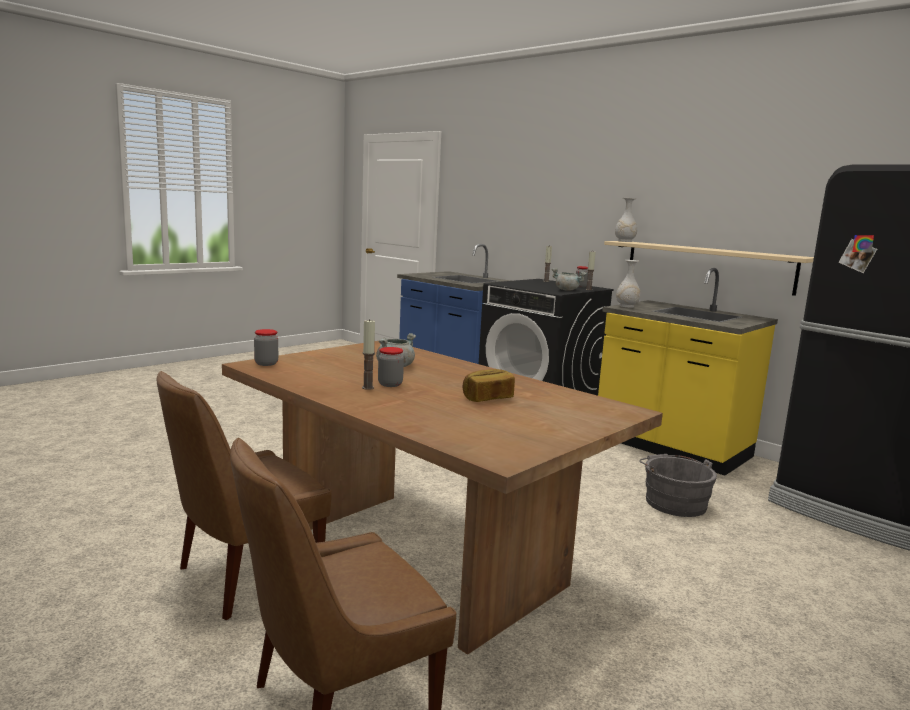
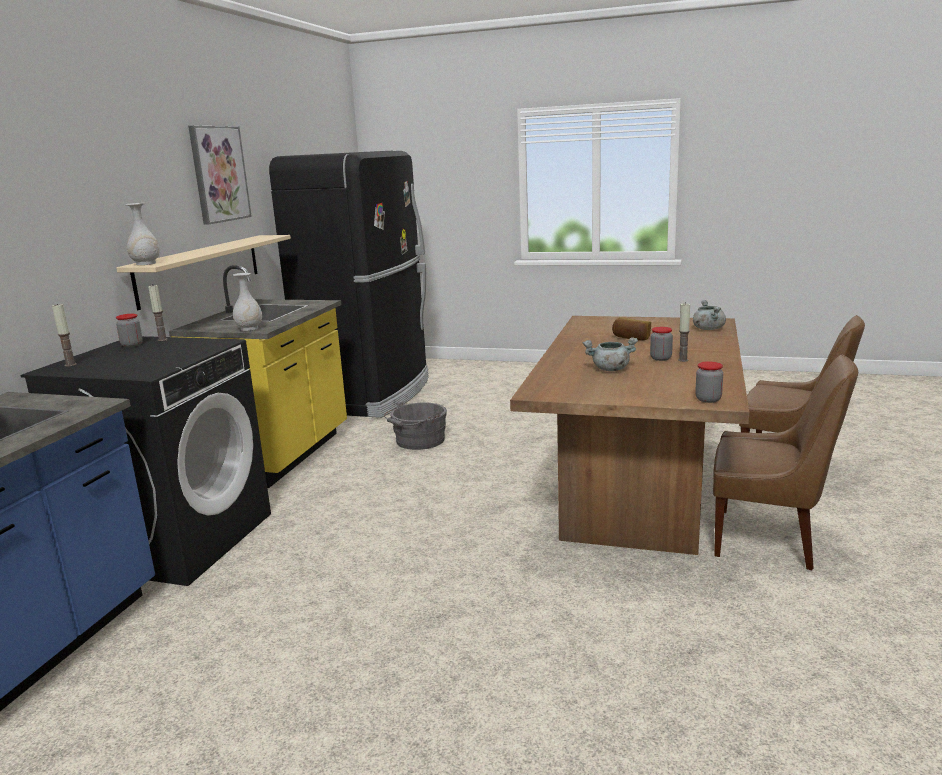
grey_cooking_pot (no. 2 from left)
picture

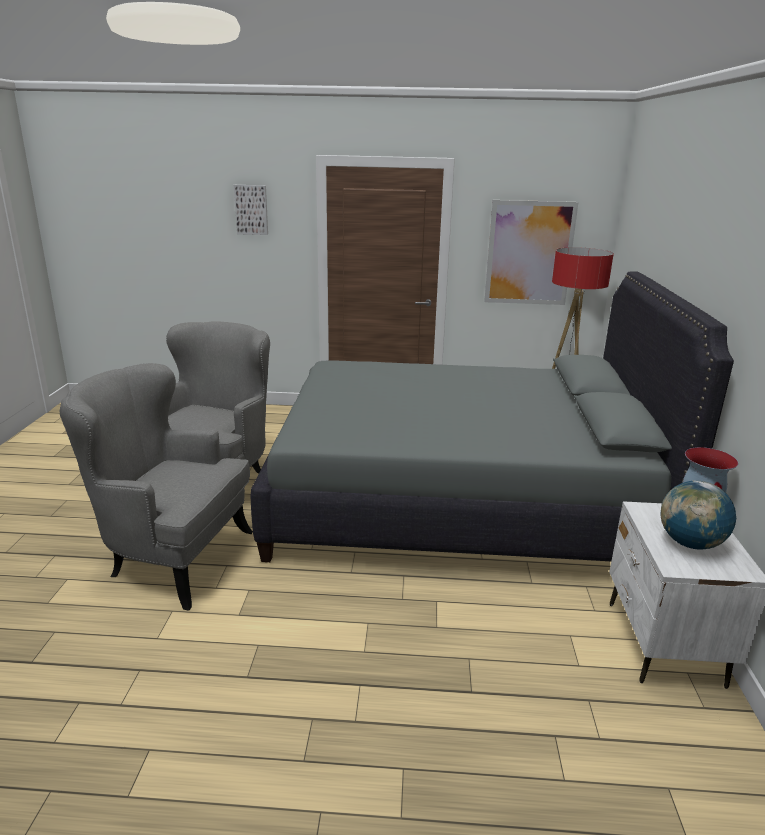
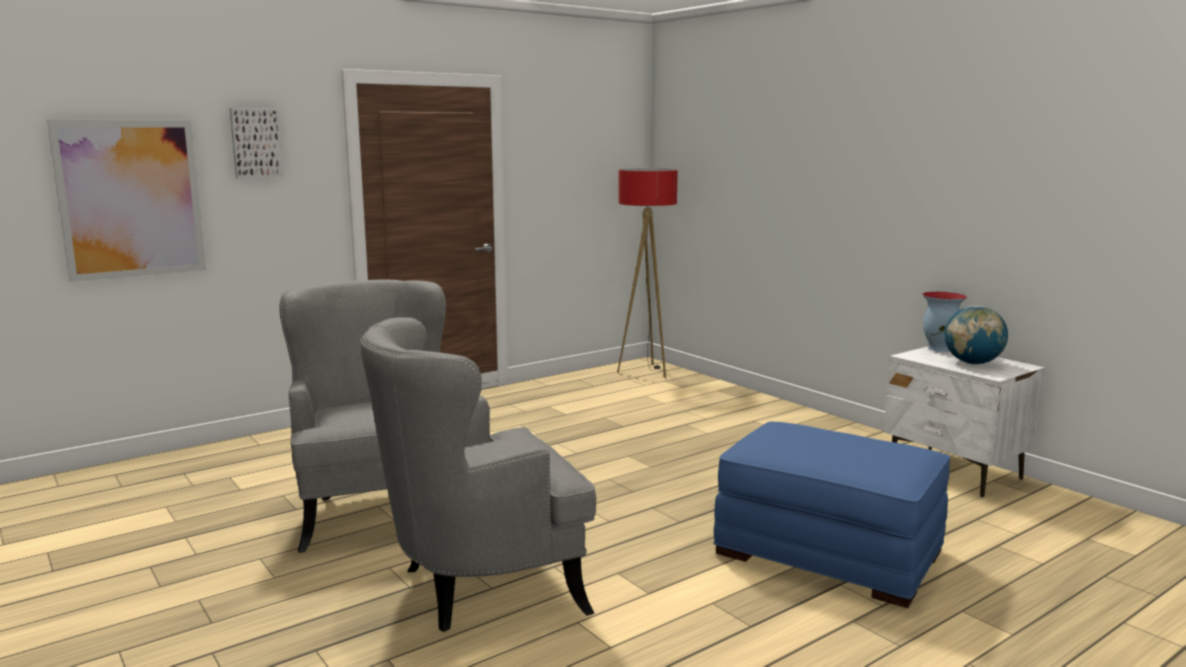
picture (no. 1 from left)
grey_bed
blue_ottoman

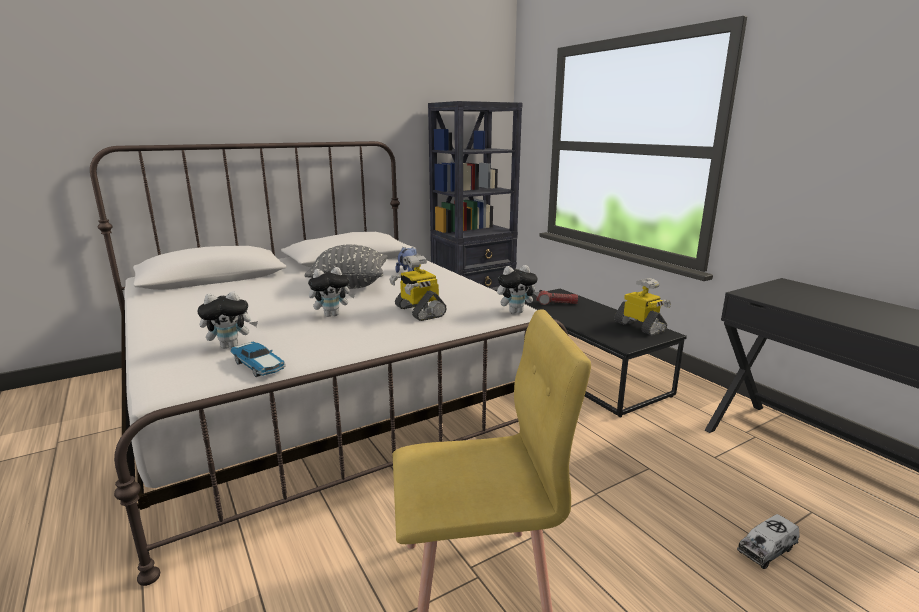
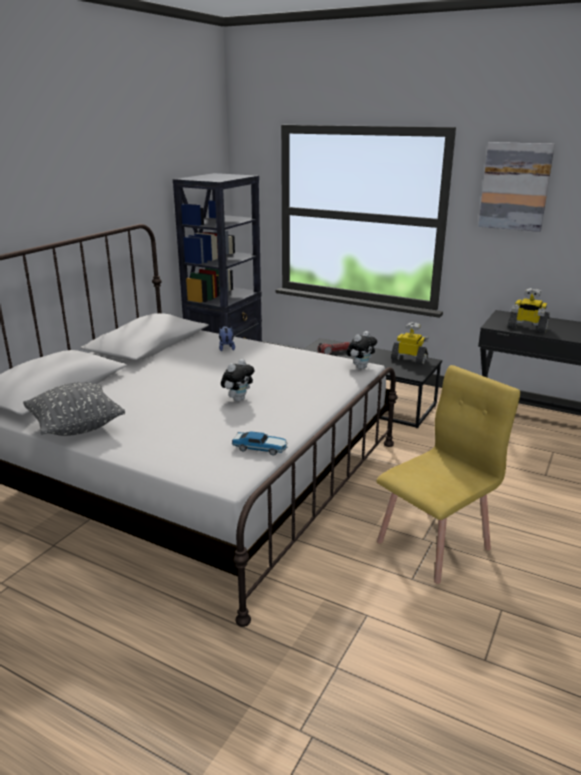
grey_pillow
toy_robot (no. 2 from left)
plush_toy (no. 1 from left in the first image)
toy_truck
picture

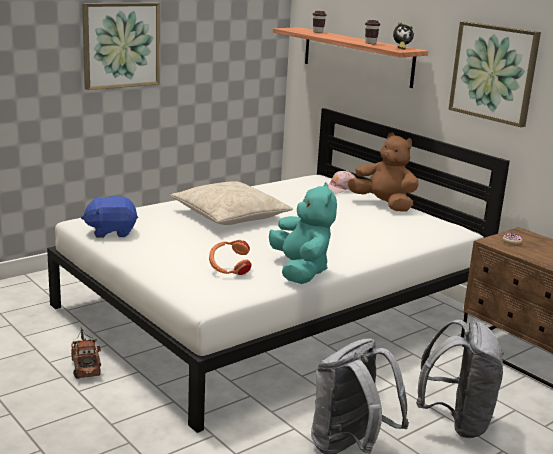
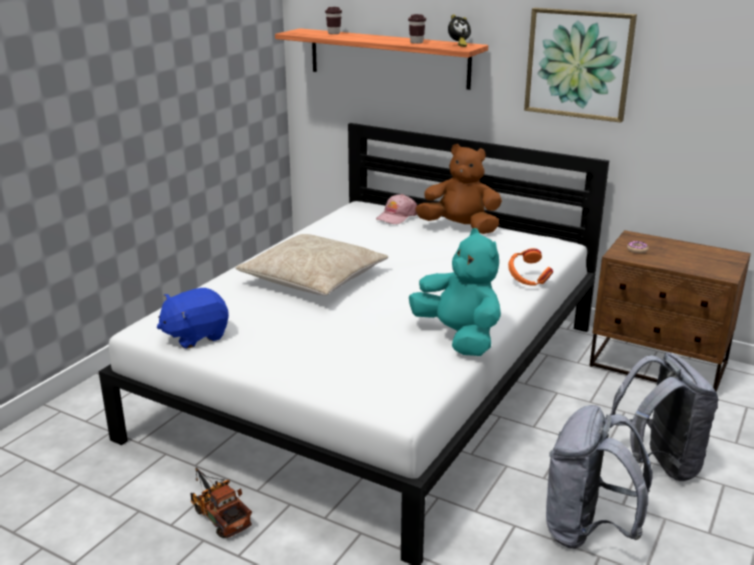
picture (no. 1 from left in the first image)
orange_headphones

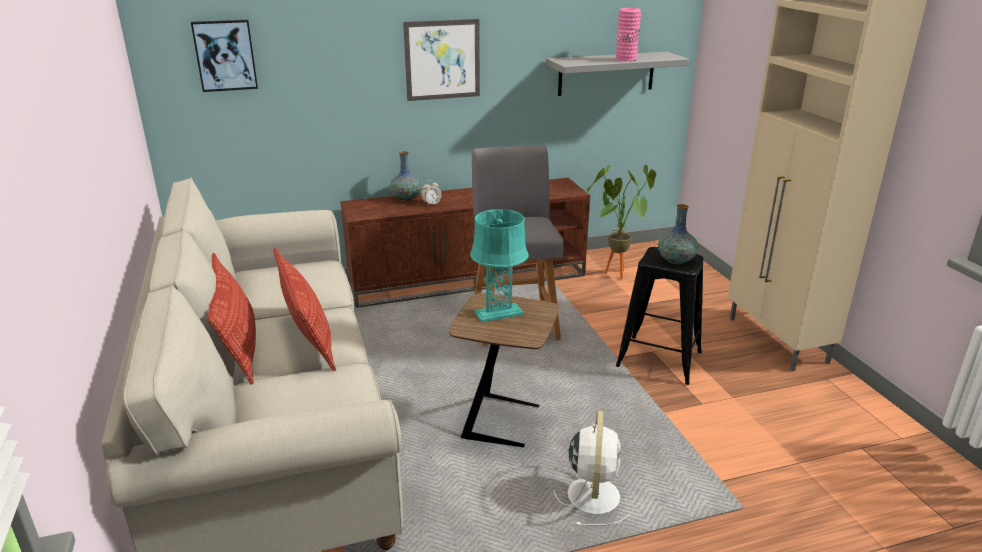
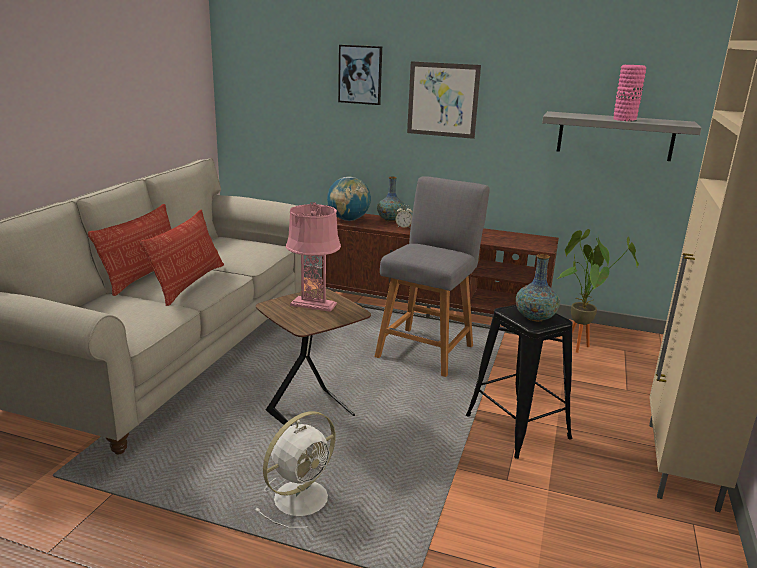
picture (no. 1 from left)
pink_table_lamp
globe

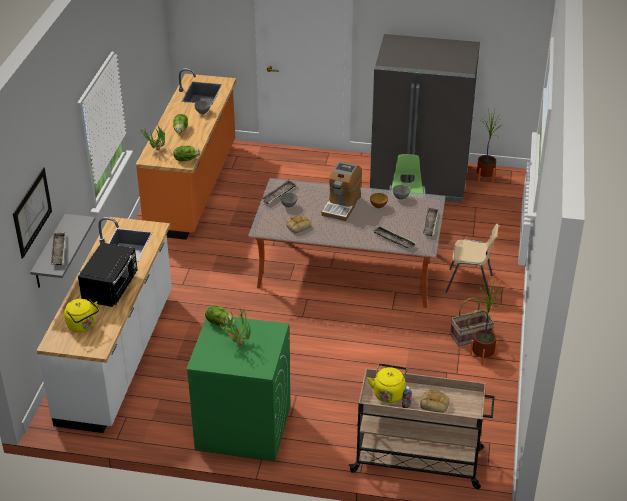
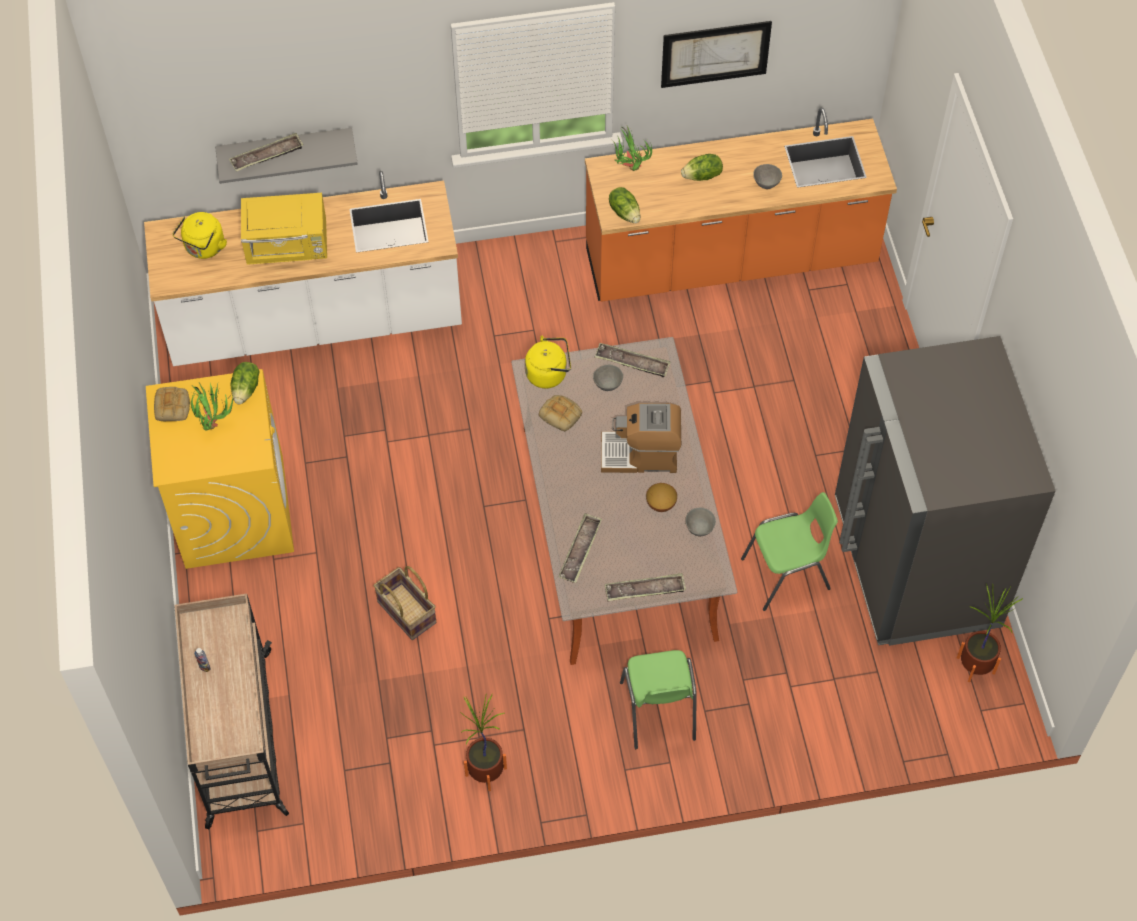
picture
green_chair (no. 1 from left)
yellow_microwave
basket
yellow_washing_machine
yellow_kettle (no. 2 from left)
bread (no. 1 from left)

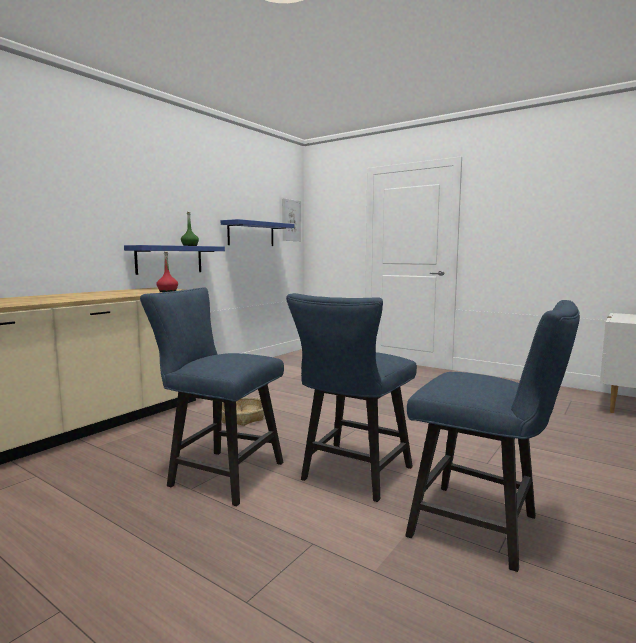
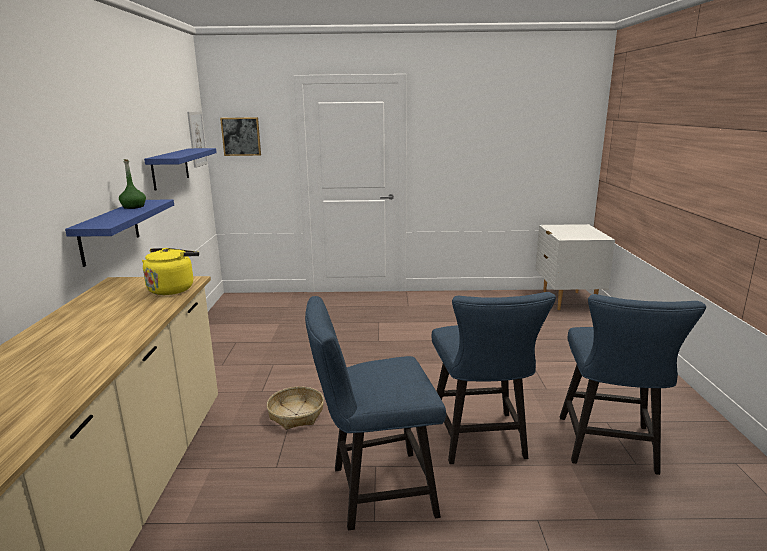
yellow_kettle
blue_chair (no. 3 from left)
picture (no. 2 from left)

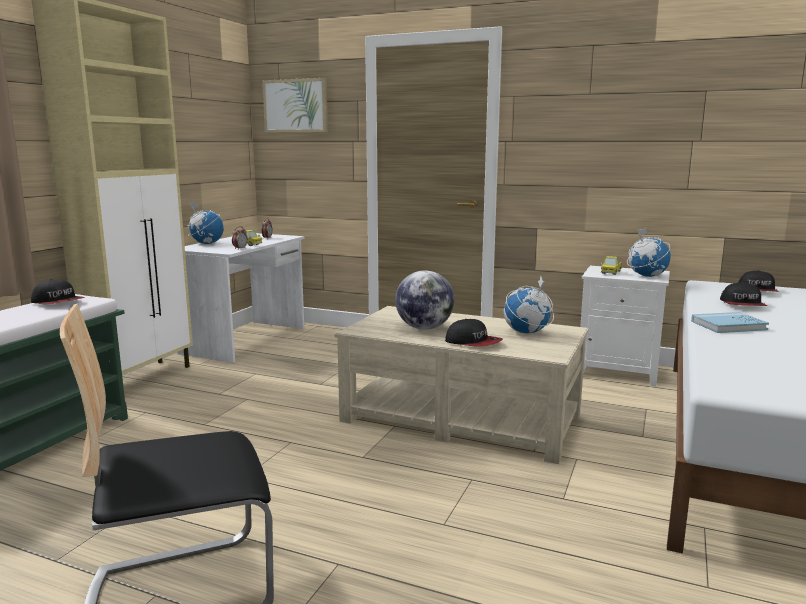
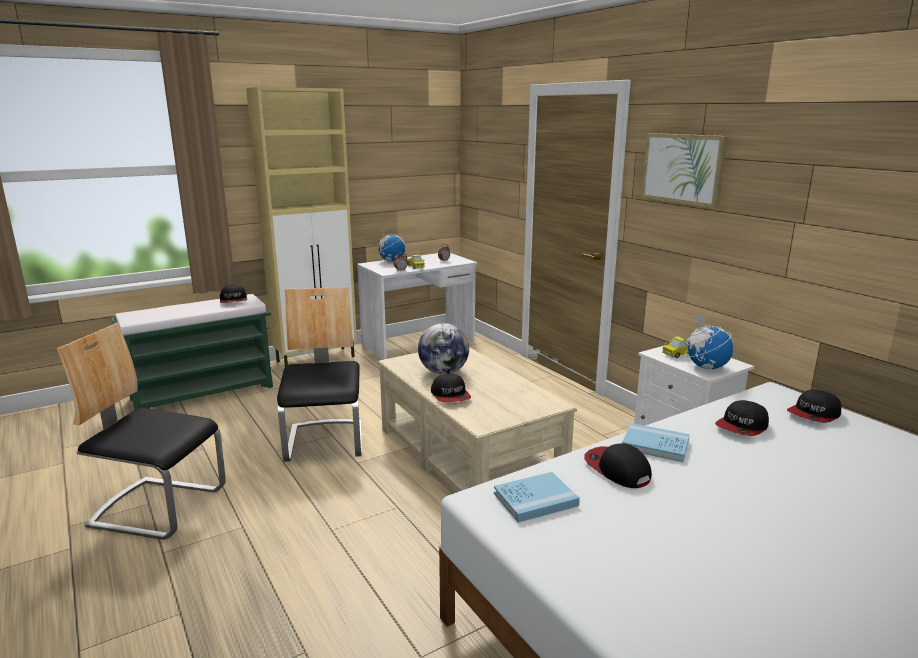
picture
globe (no. 3 from left in the first image)
chair (no. 2 from left)
cap (no. 3 from left)
blue_book (no. 1 from left)

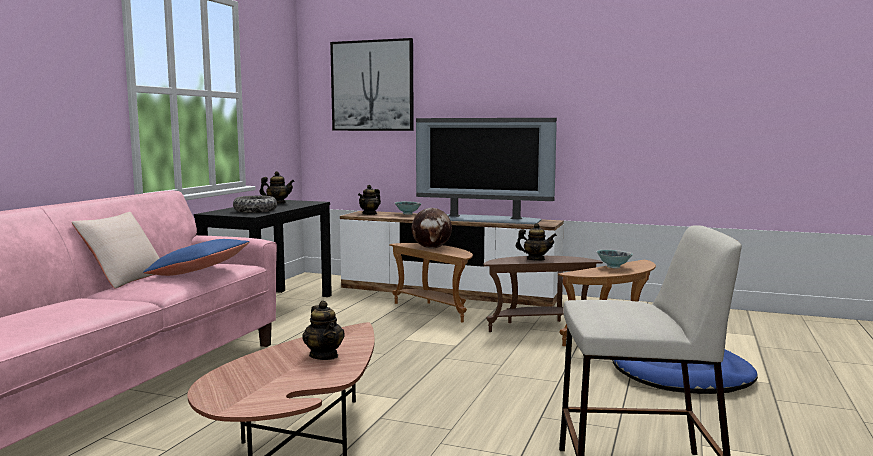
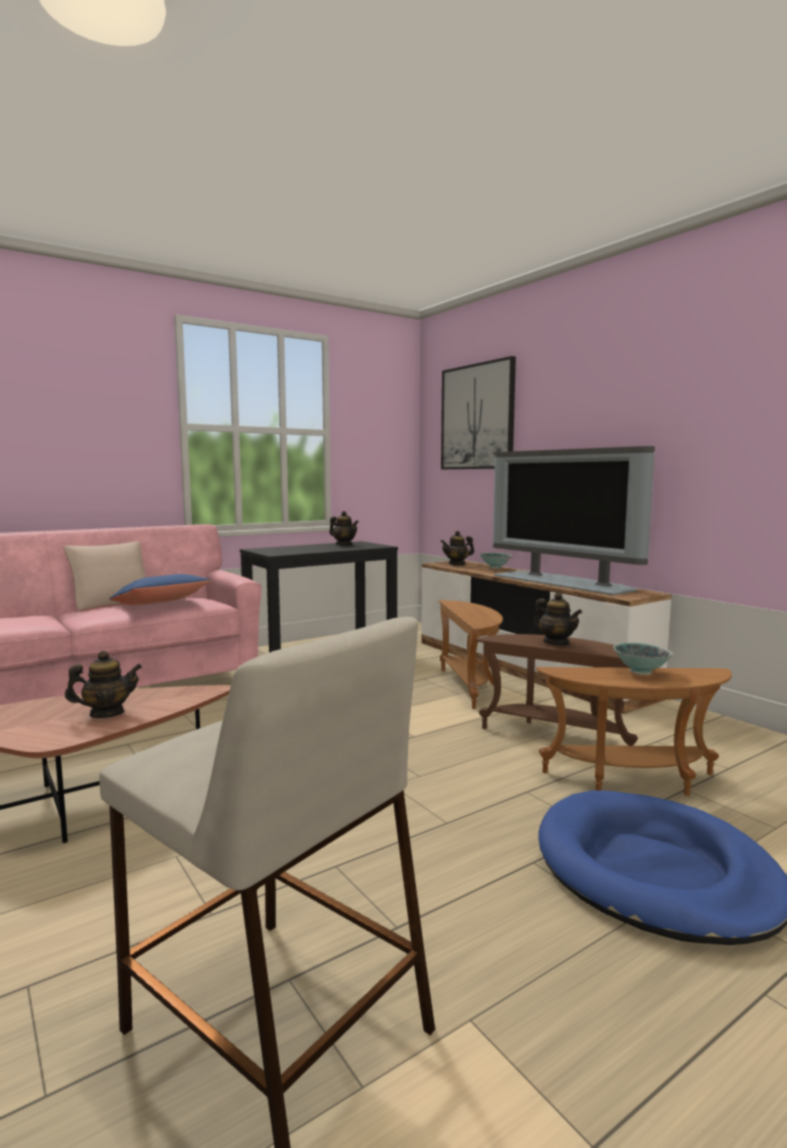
bowl (no. 1 from left in the first image)
globe
teapot (no. 1 from left)

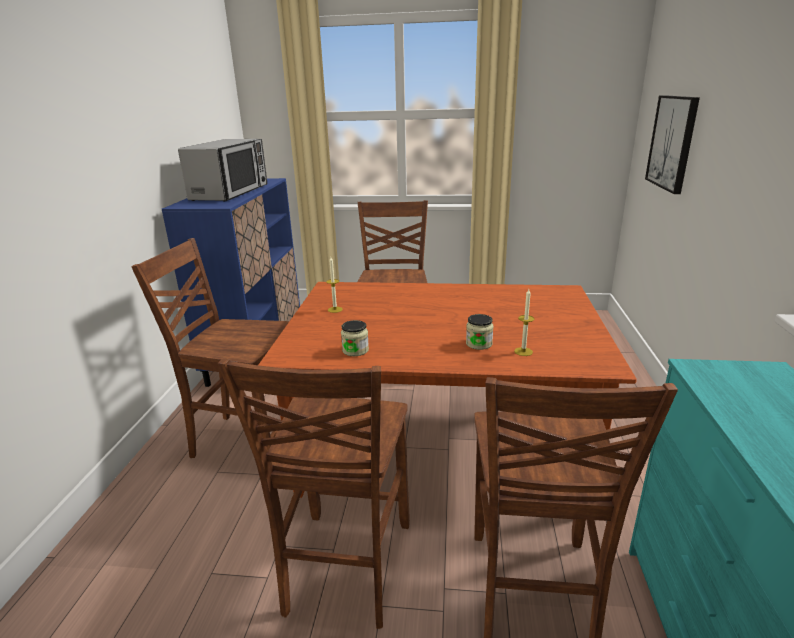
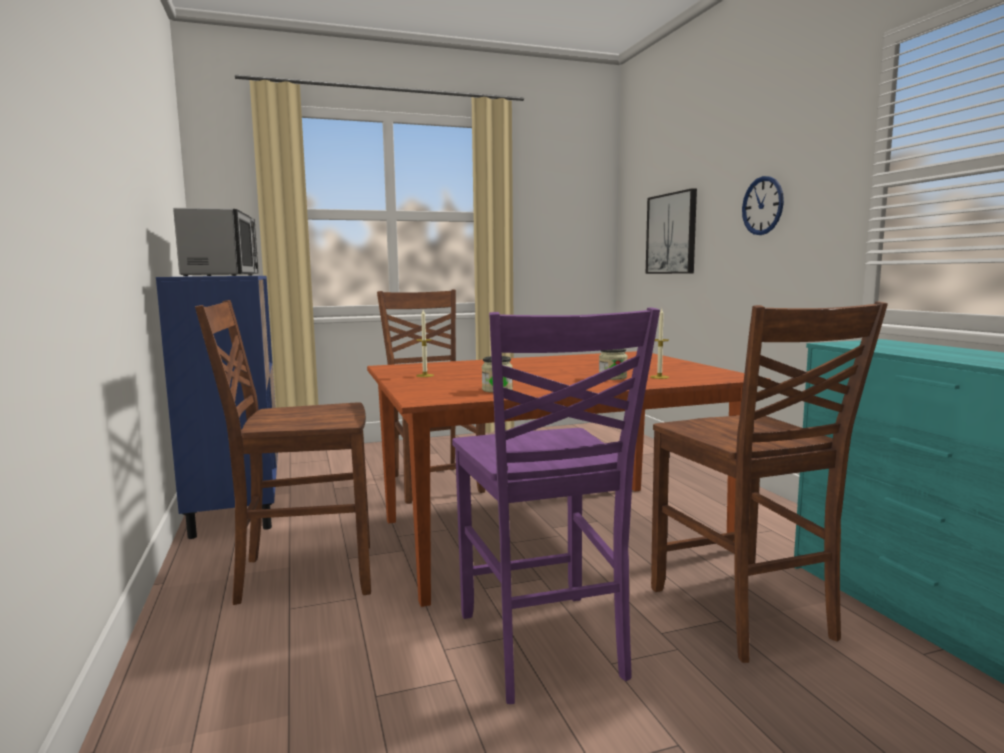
purple_chair
wall_clock

